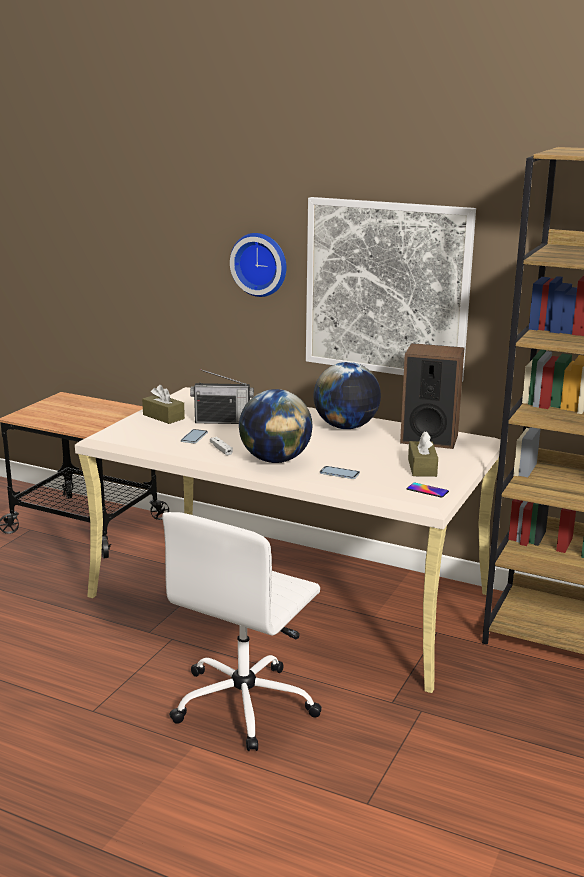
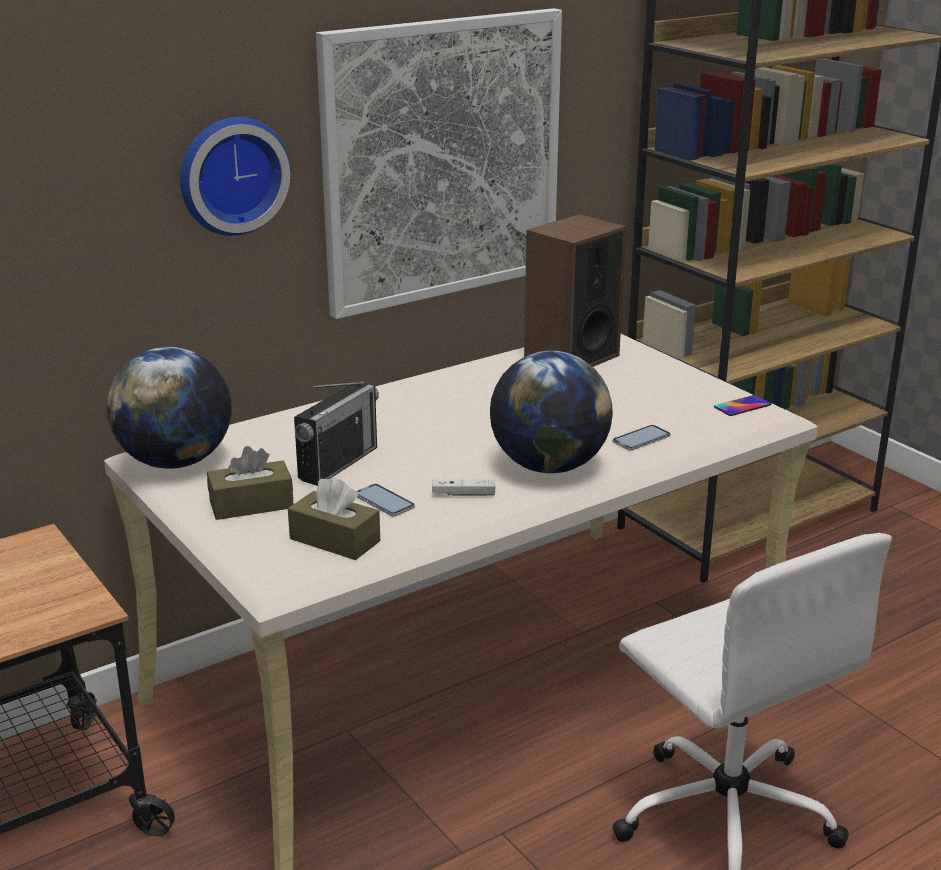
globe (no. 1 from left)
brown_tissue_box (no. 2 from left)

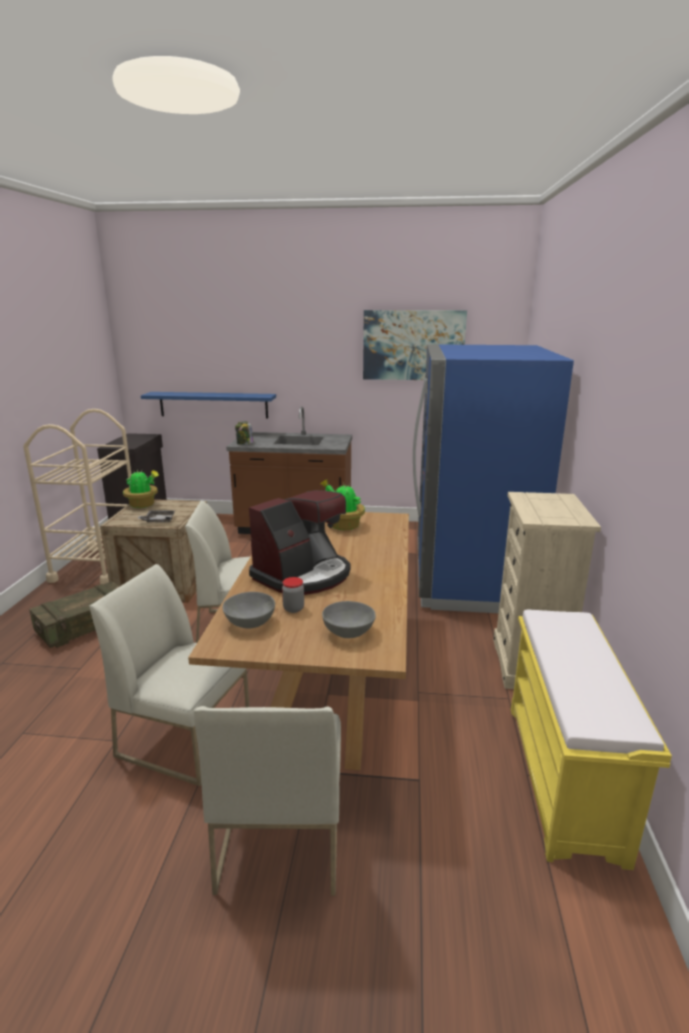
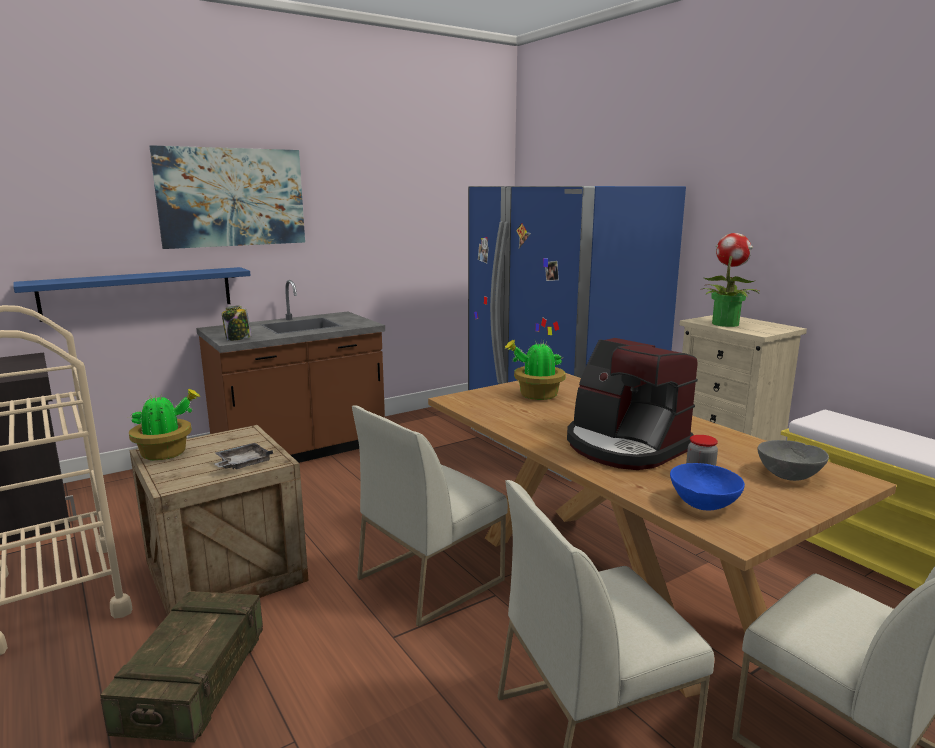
picture
coffee_machine
blue_bowl
potted_plant (no. 3 from left)

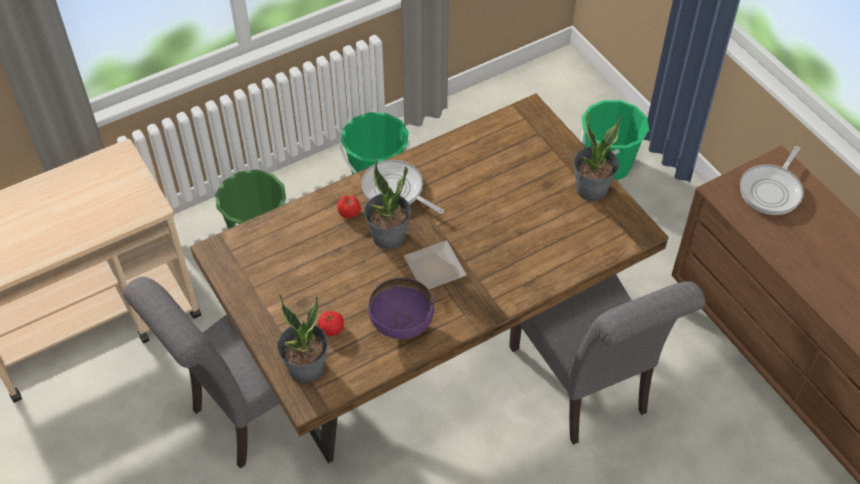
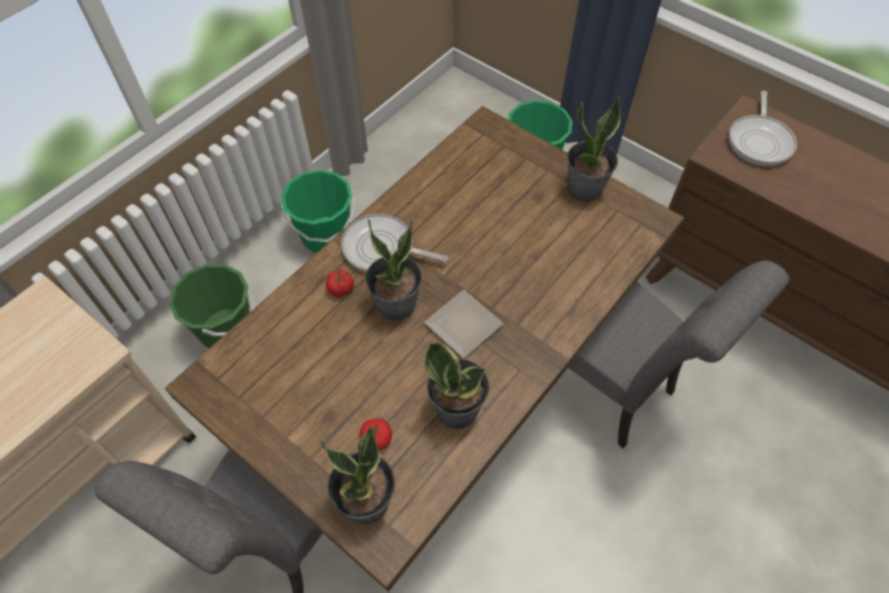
potted_plant (no. 3 from left)

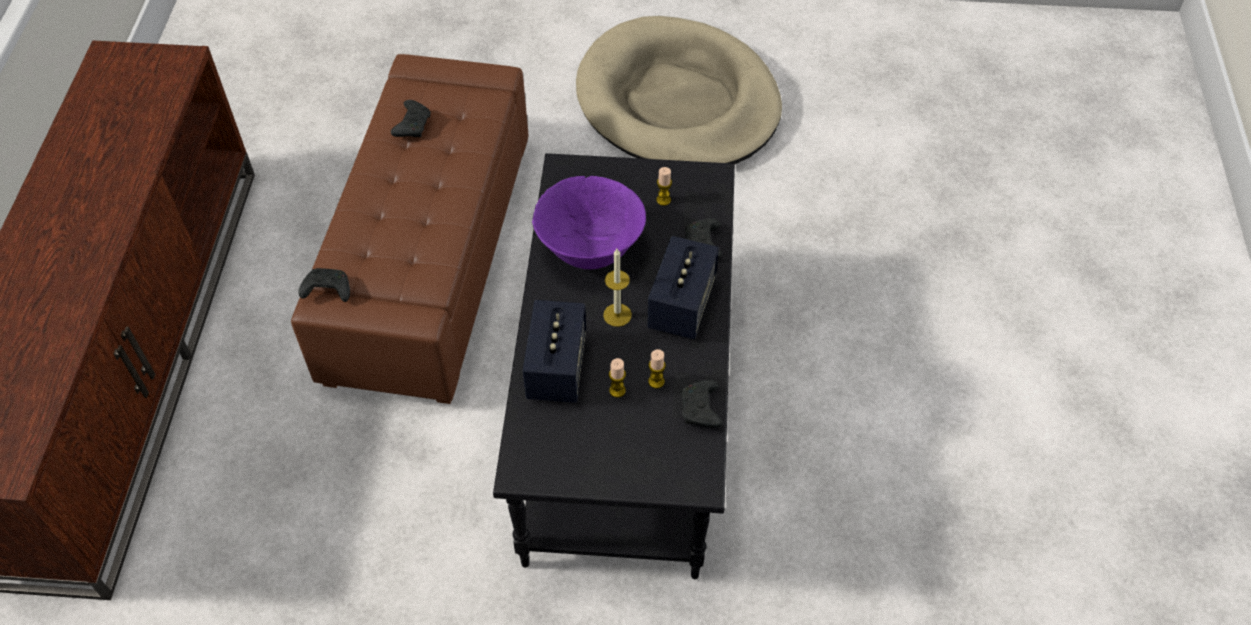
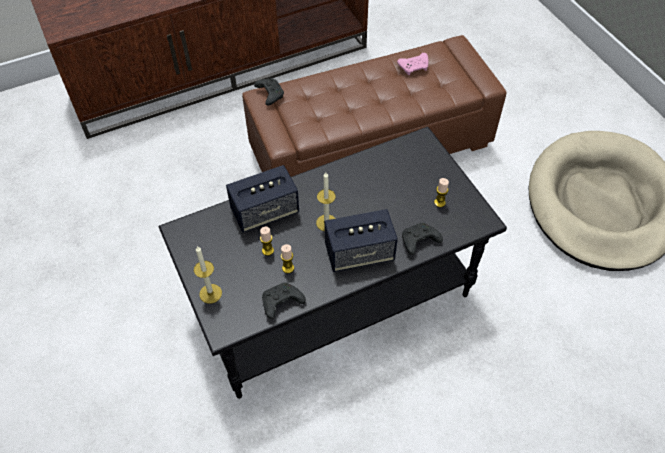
pink_game_controller
purple_bowl
candle (no. 1 from left)

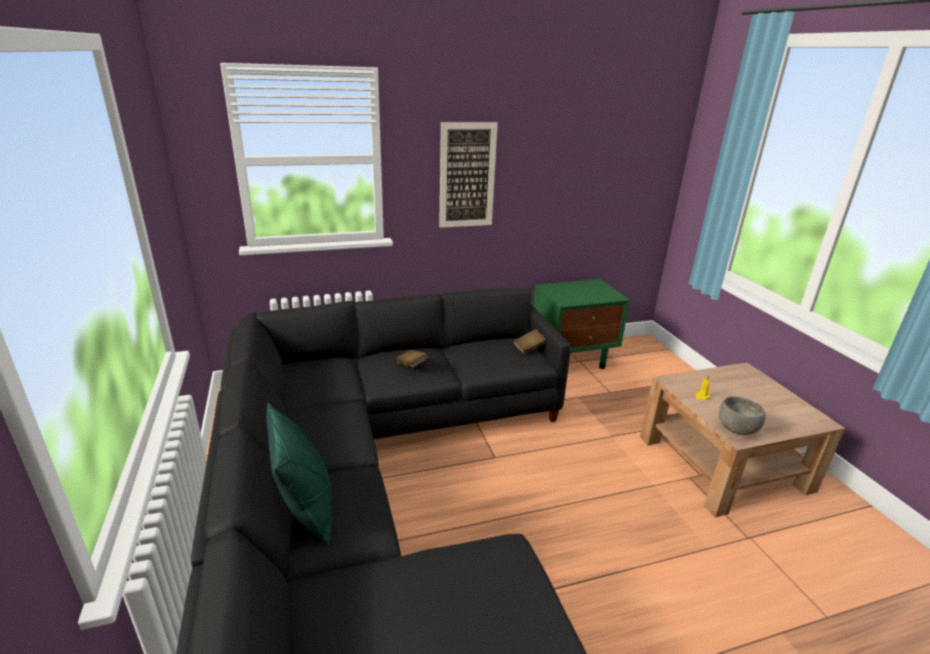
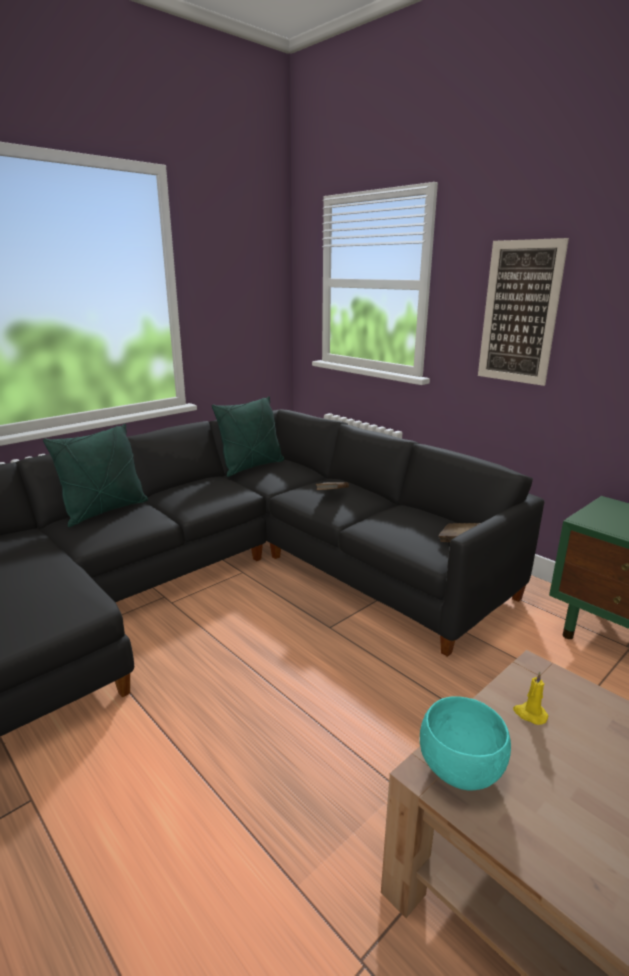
turquoise_bowl
green_pillow (no. 2 from left)

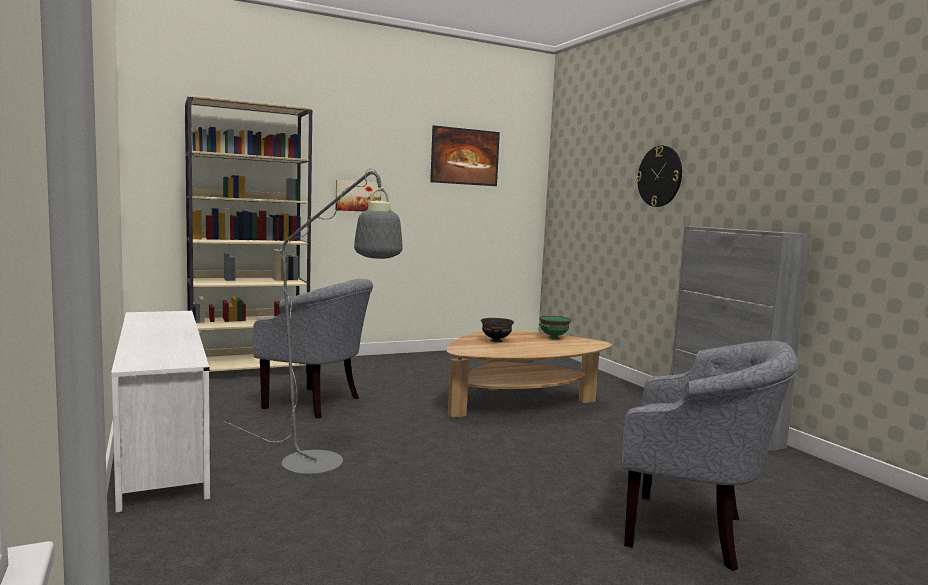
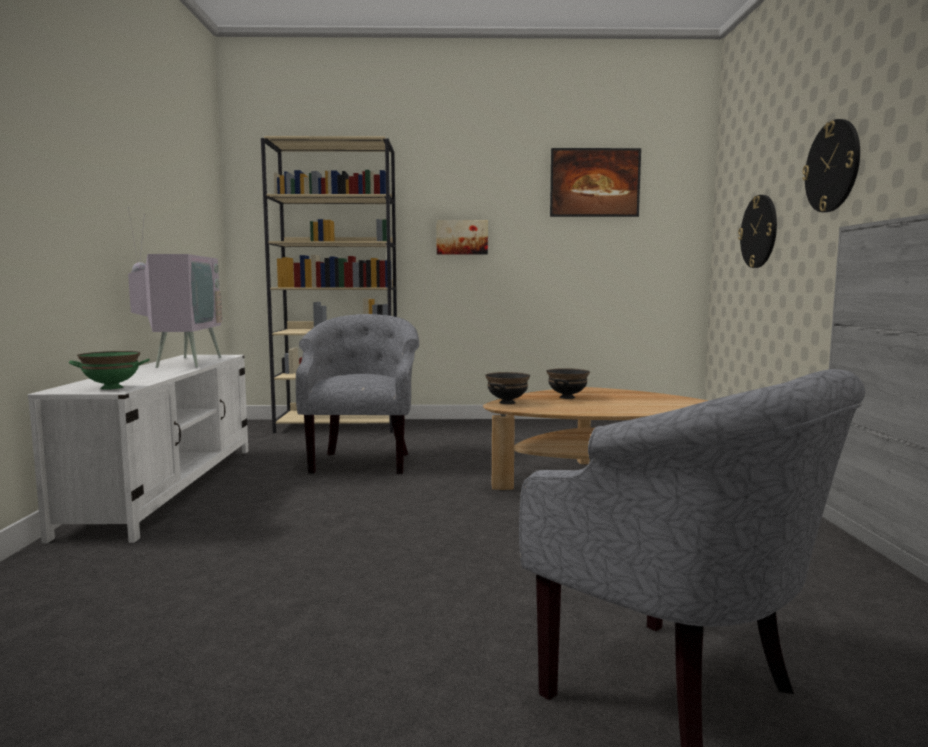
grey_floor_lamp
grey_armchair (no. 1 from left)
green_bowl
wall_clock (no. 1 from left)
television
black_bowl (no. 1 from left)

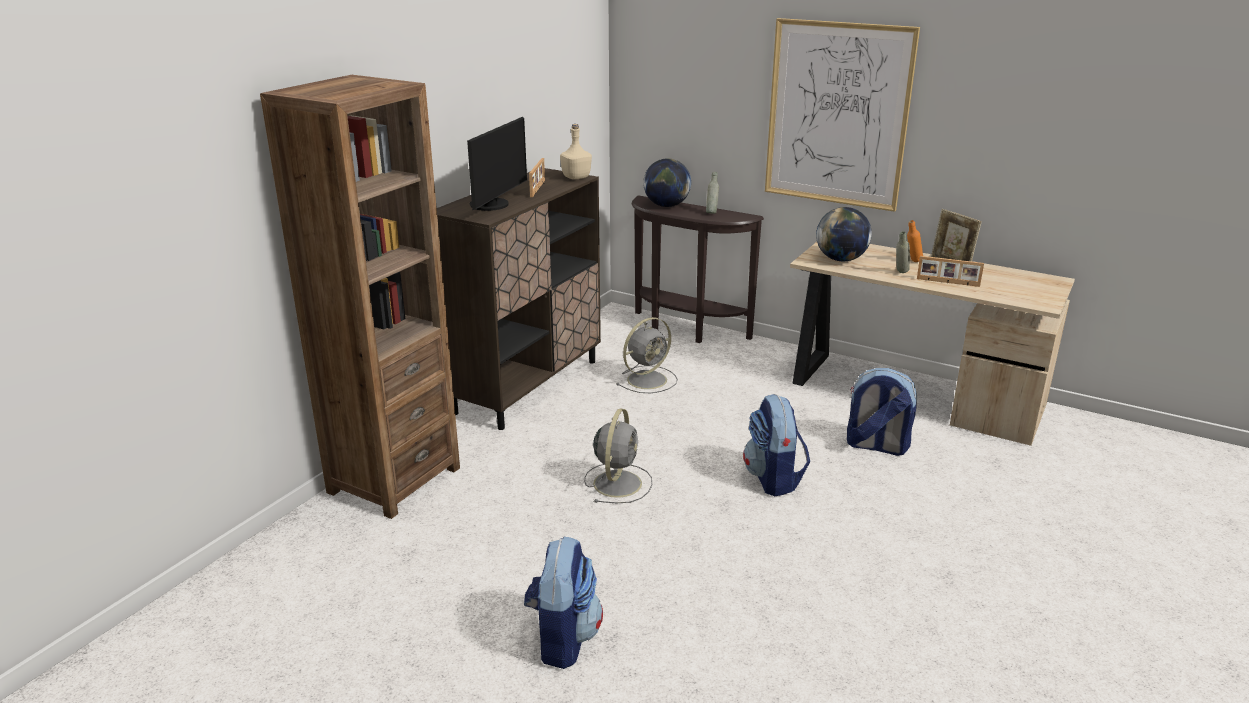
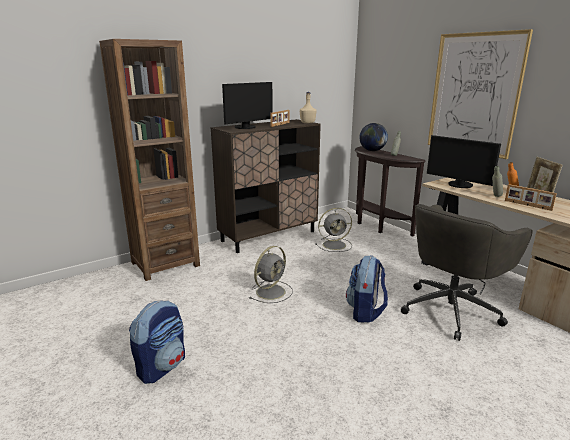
monitor (no. 2 from left)
grey_office_chair

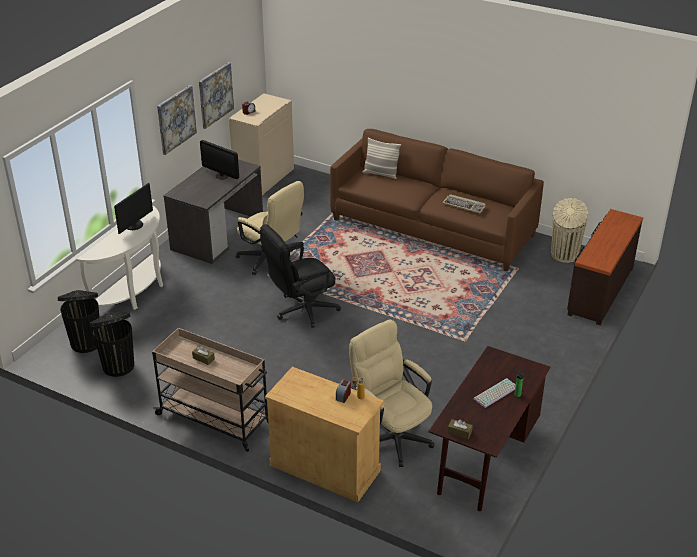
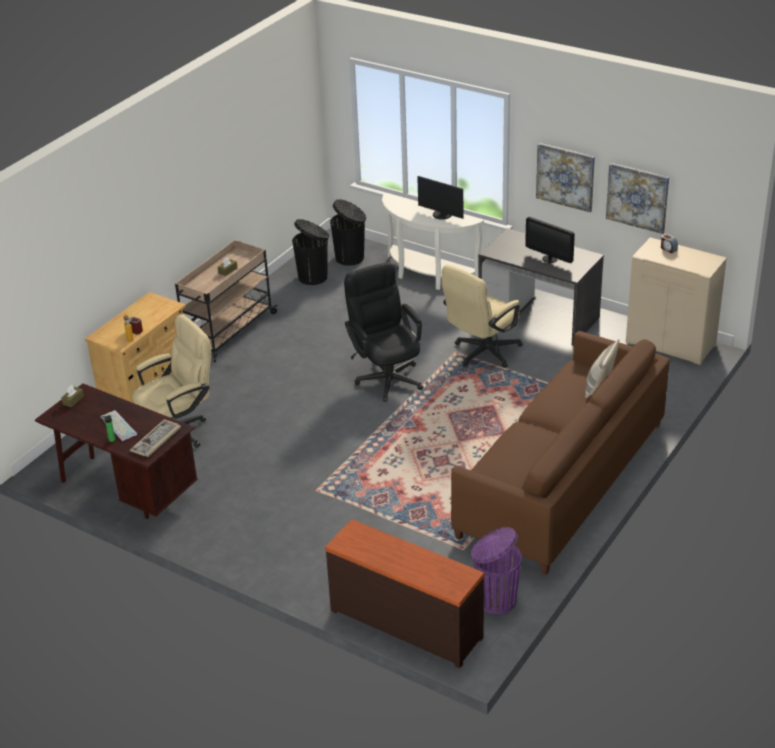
monitor (no. 2 from left)
keyboard (no. 2 from left)
purple_trash_can

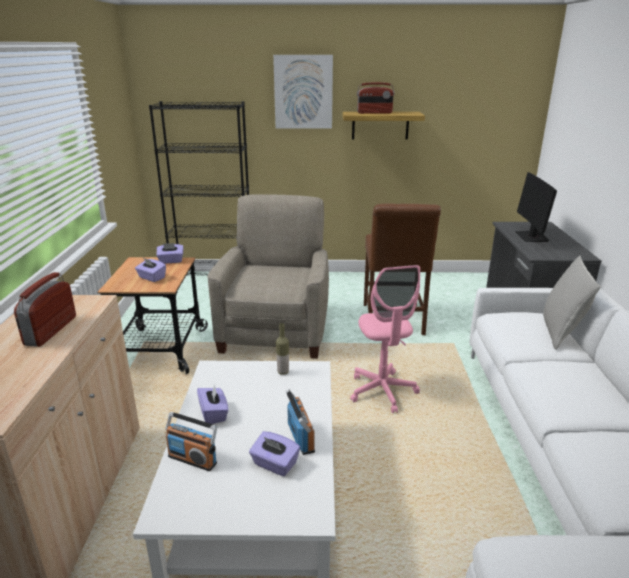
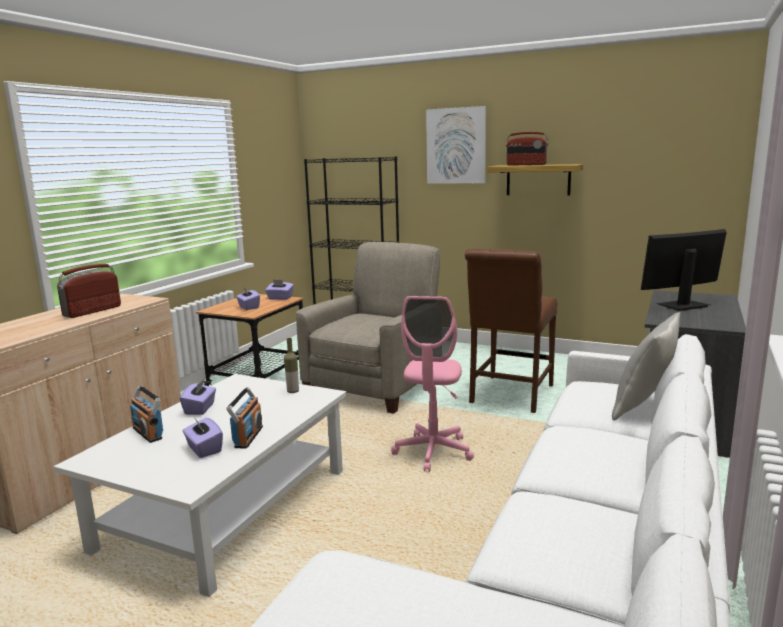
monitor

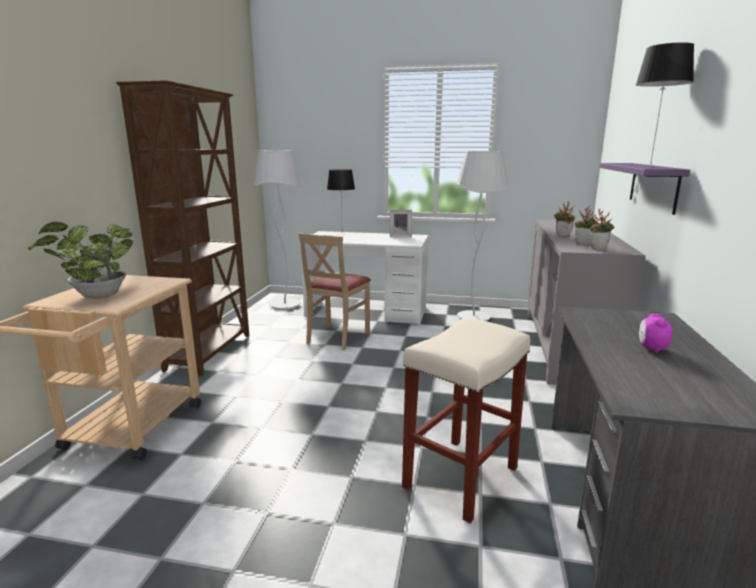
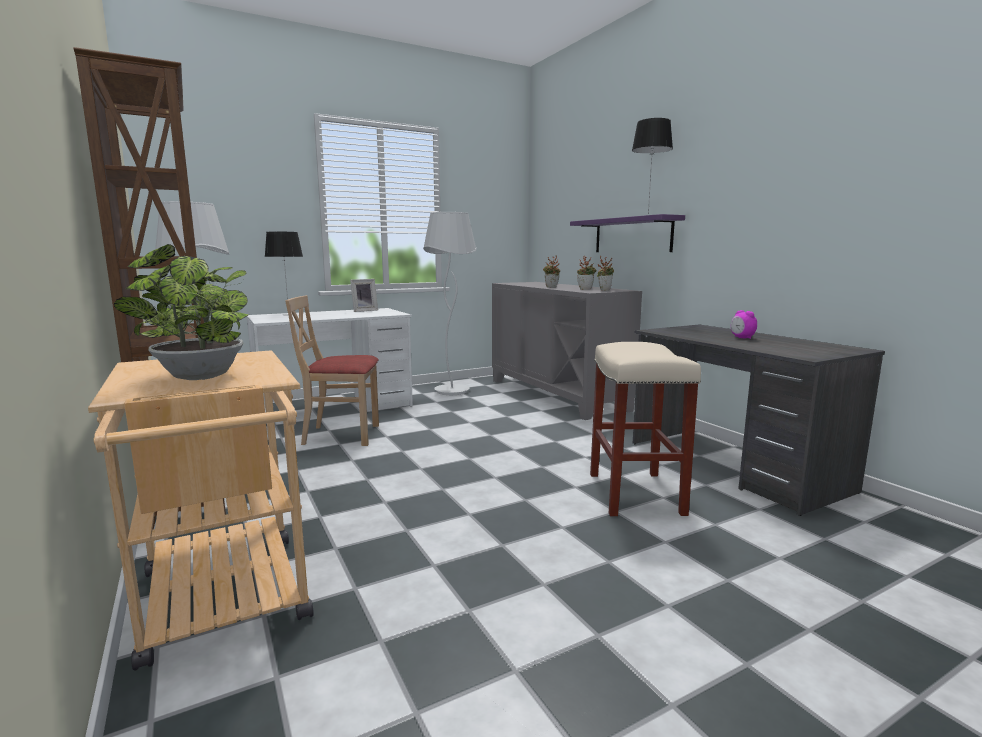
beige_chair

